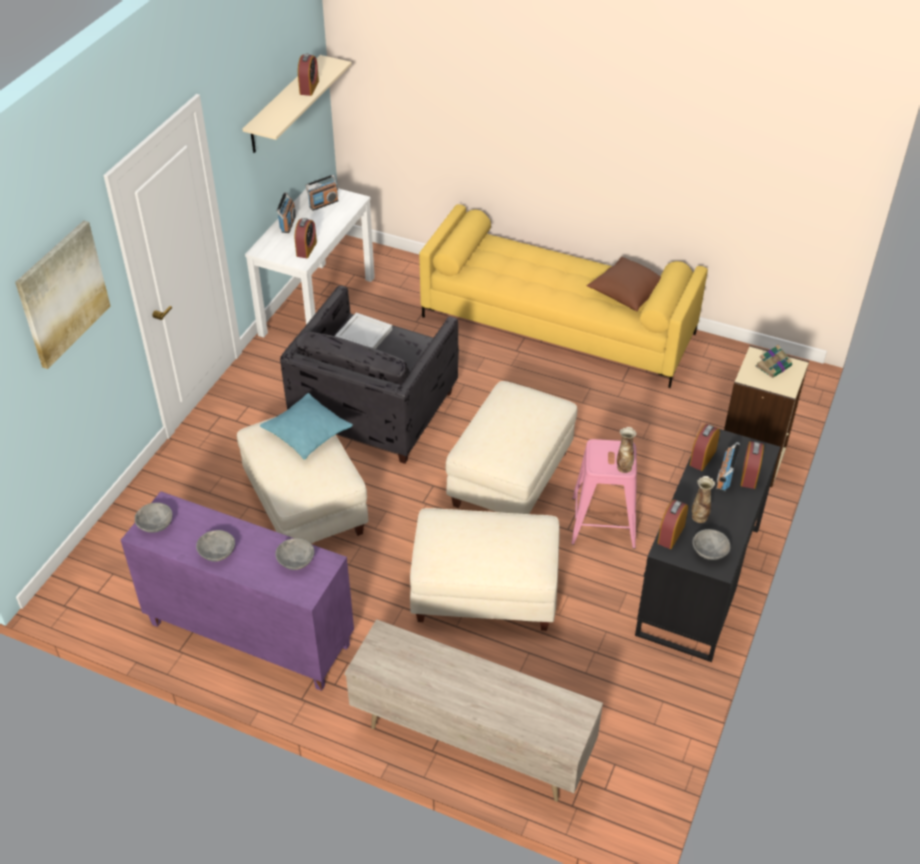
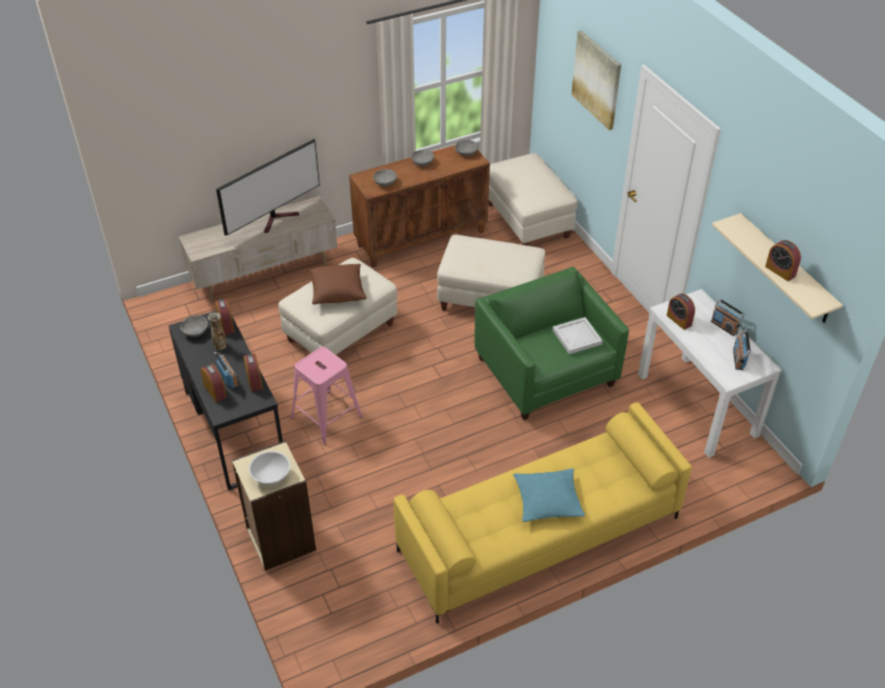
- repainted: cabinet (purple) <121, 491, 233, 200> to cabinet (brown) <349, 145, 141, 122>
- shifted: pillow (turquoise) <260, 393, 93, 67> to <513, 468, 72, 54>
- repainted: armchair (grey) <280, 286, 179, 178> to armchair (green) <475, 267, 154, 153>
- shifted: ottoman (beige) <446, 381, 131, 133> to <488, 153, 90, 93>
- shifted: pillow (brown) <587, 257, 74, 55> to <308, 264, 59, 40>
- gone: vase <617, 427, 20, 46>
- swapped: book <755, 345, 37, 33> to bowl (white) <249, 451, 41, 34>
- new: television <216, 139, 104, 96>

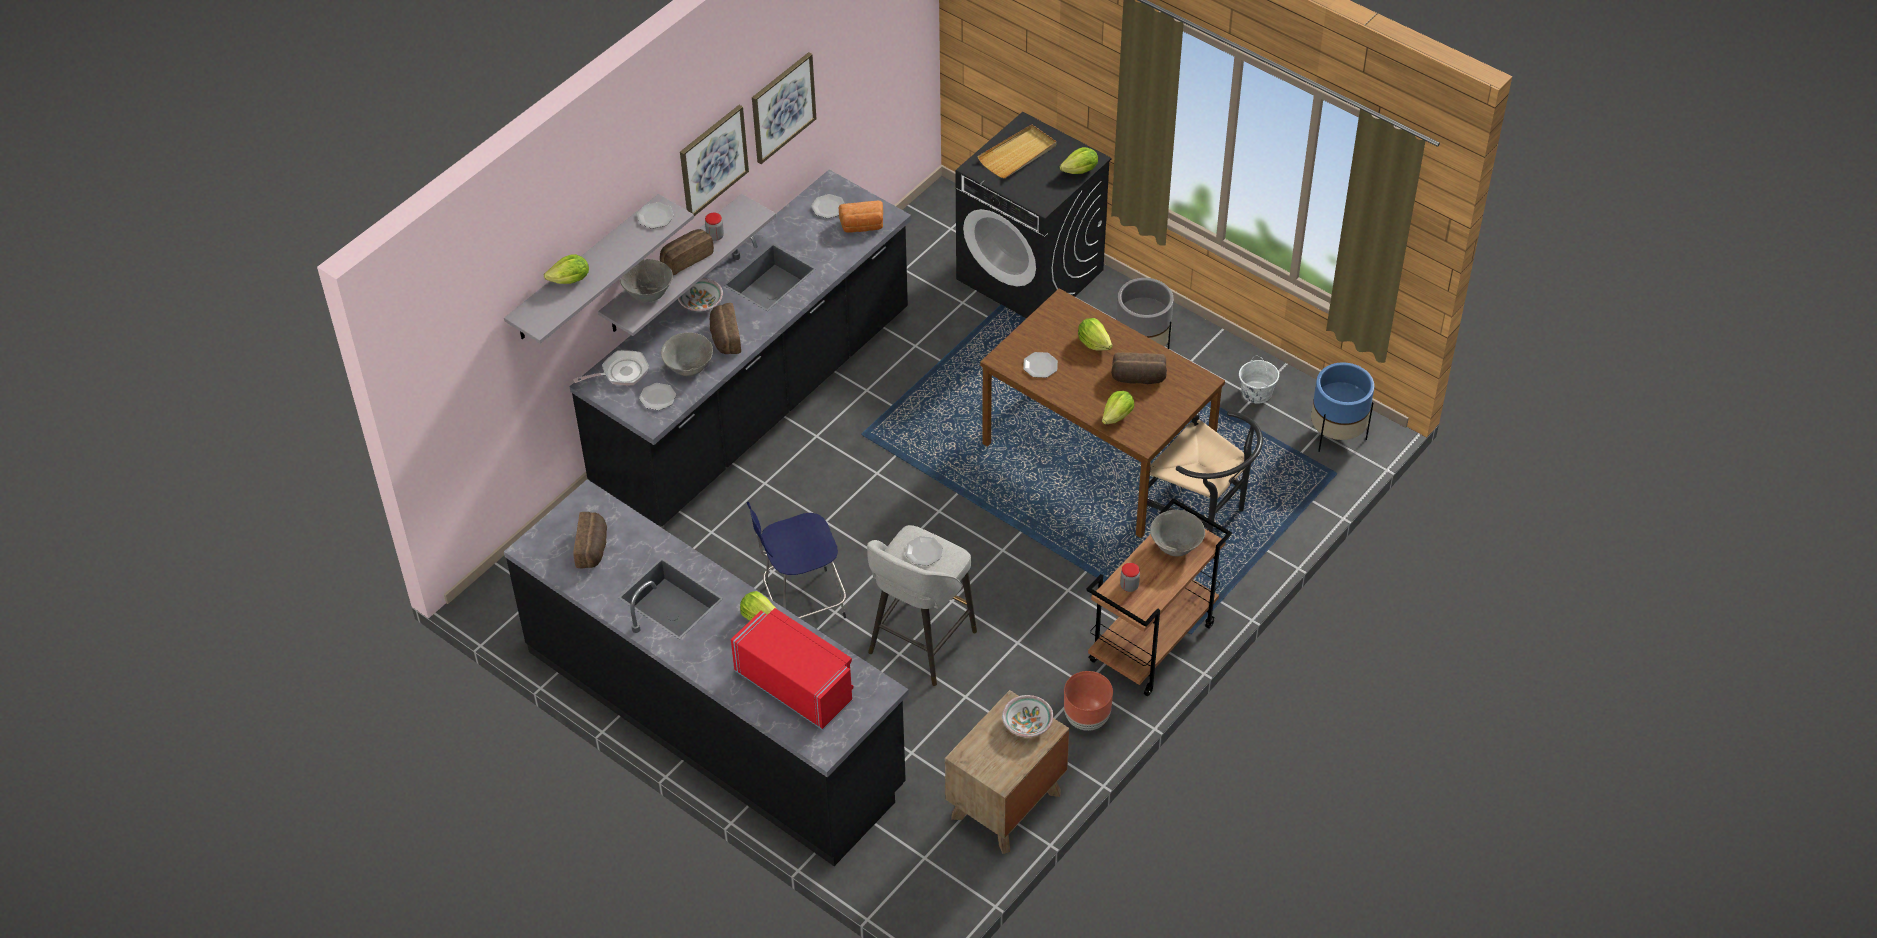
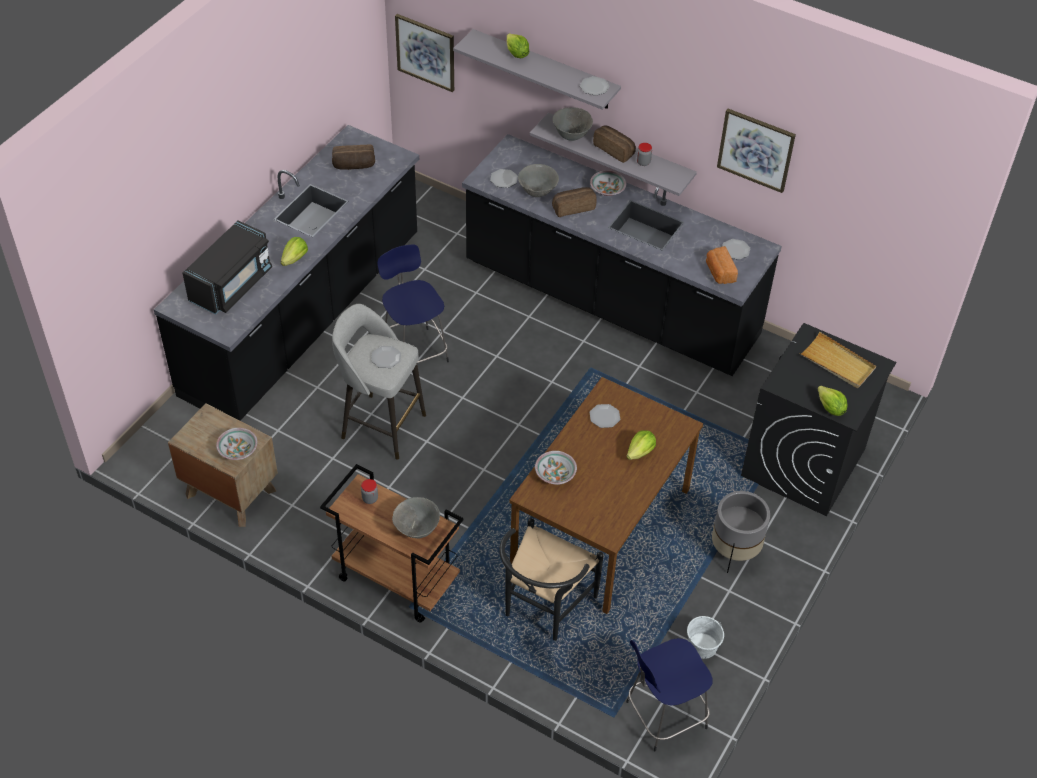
- gone: frying pan <573, 350, 76, 35>
- shifted: picture <680, 105, 69, 111> to <395, 14, 59, 78>
- repainted: microwave (red) <731, 608, 123, 122> to microwave (black) <183, 220, 89, 94>
- gone: planter (brown) <1064, 671, 49, 60>
- swapped: lettuce <1102, 391, 32, 33> to bowl <535, 451, 42, 34>
- gone: bread <1111, 352, 56, 32>
- swapped: planter (blue) <1311, 362, 63, 90> to stool (blue) <626, 638, 86, 113>

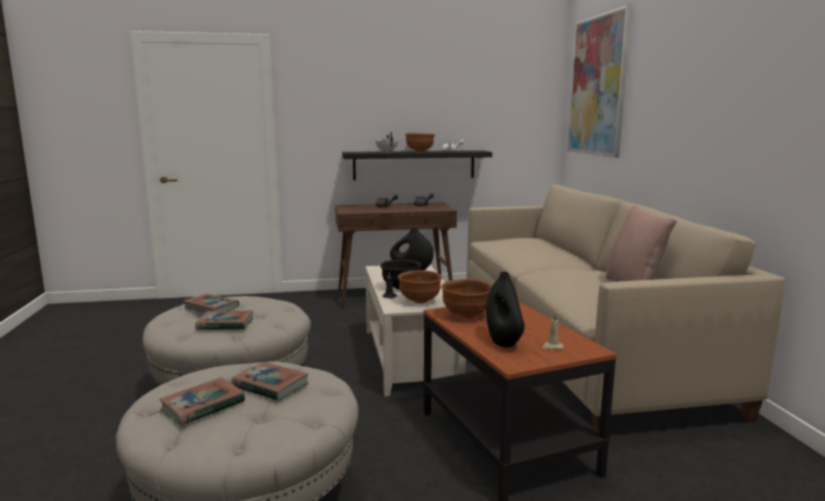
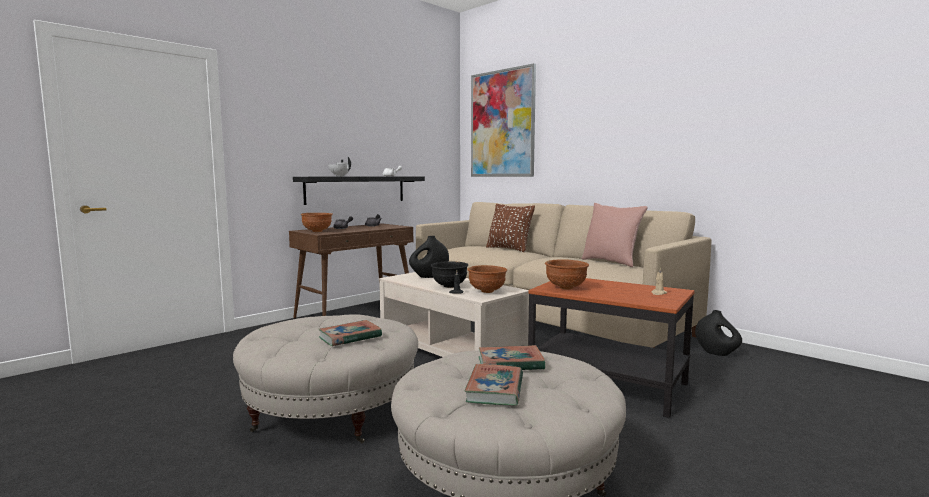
- gone: book <183, 294, 56, 19>
- shifted: bowl (brown) <405, 133, 30, 19> to <301, 213, 32, 19>
- shifted: vase (black) <486, 272, 39, 75> to <695, 310, 47, 46>
- new: pillow (brown) <486, 204, 49, 48>

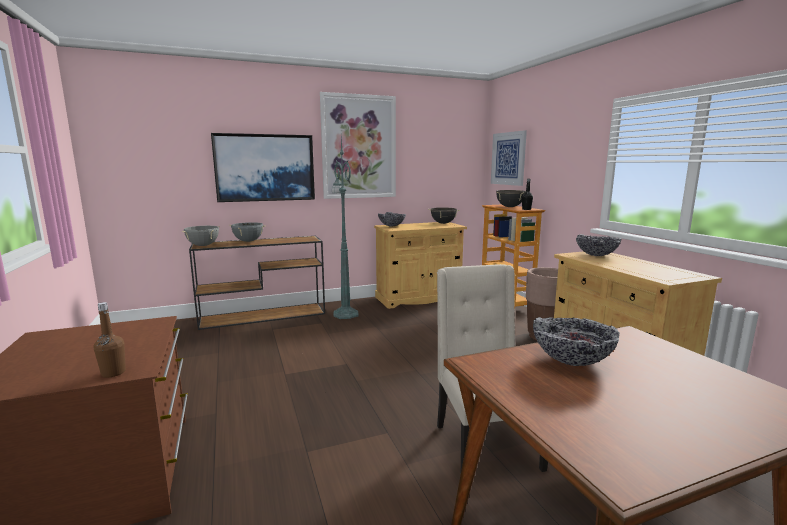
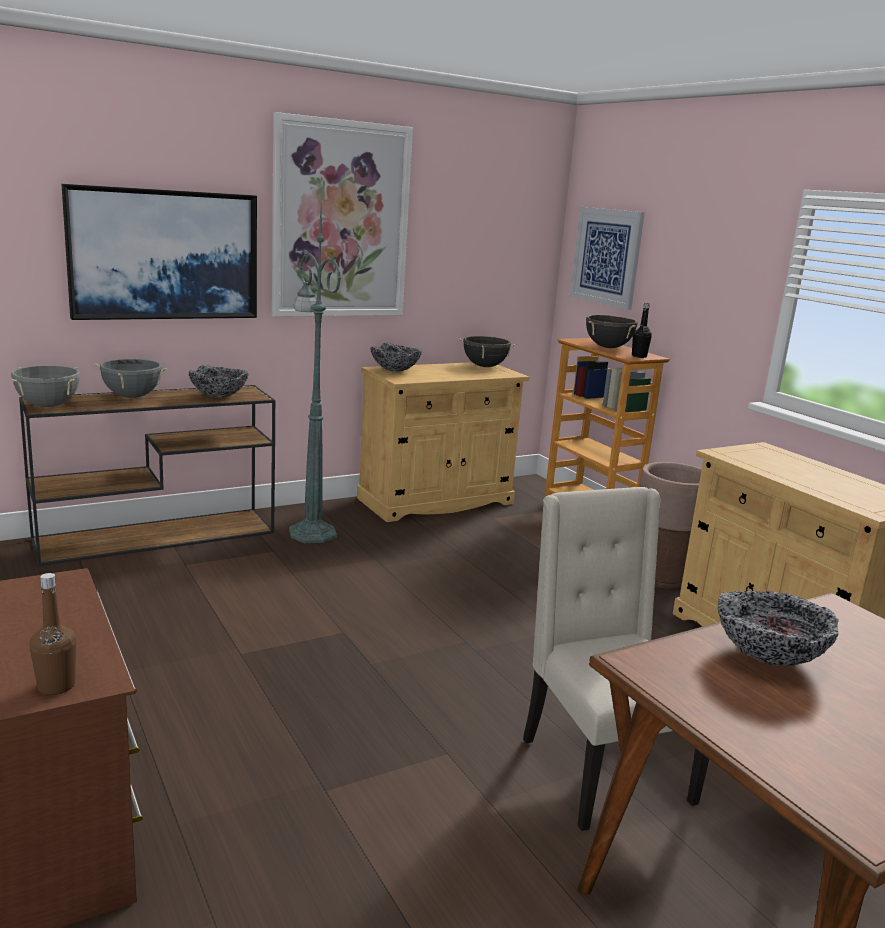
- shifted: bowl <576, 234, 45, 22> to <189, 365, 59, 33>

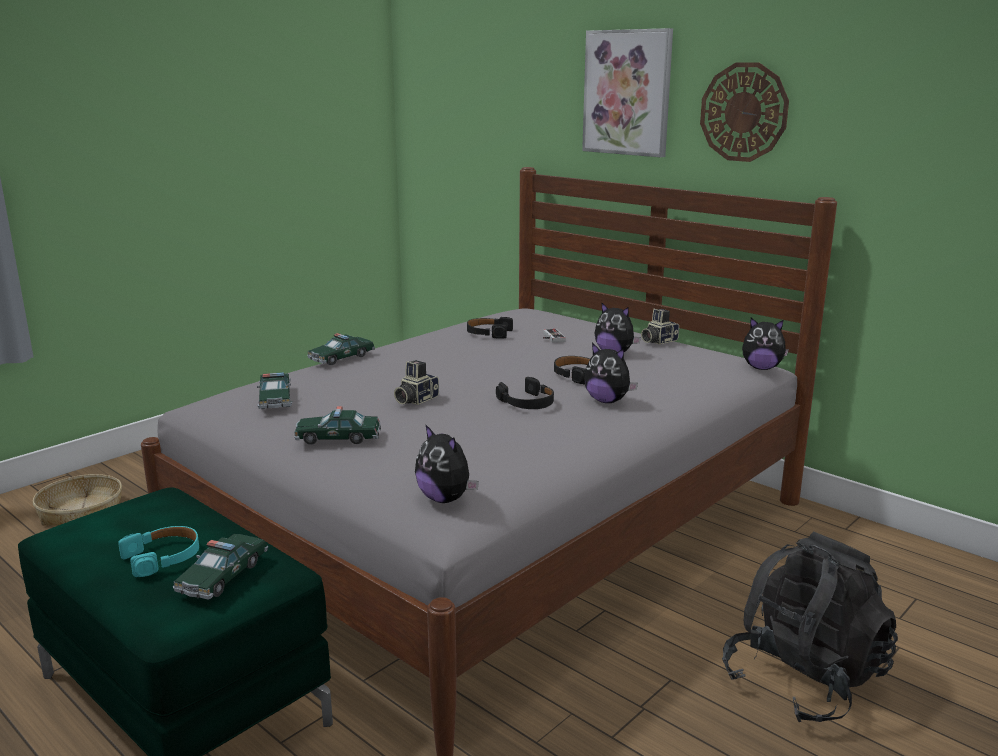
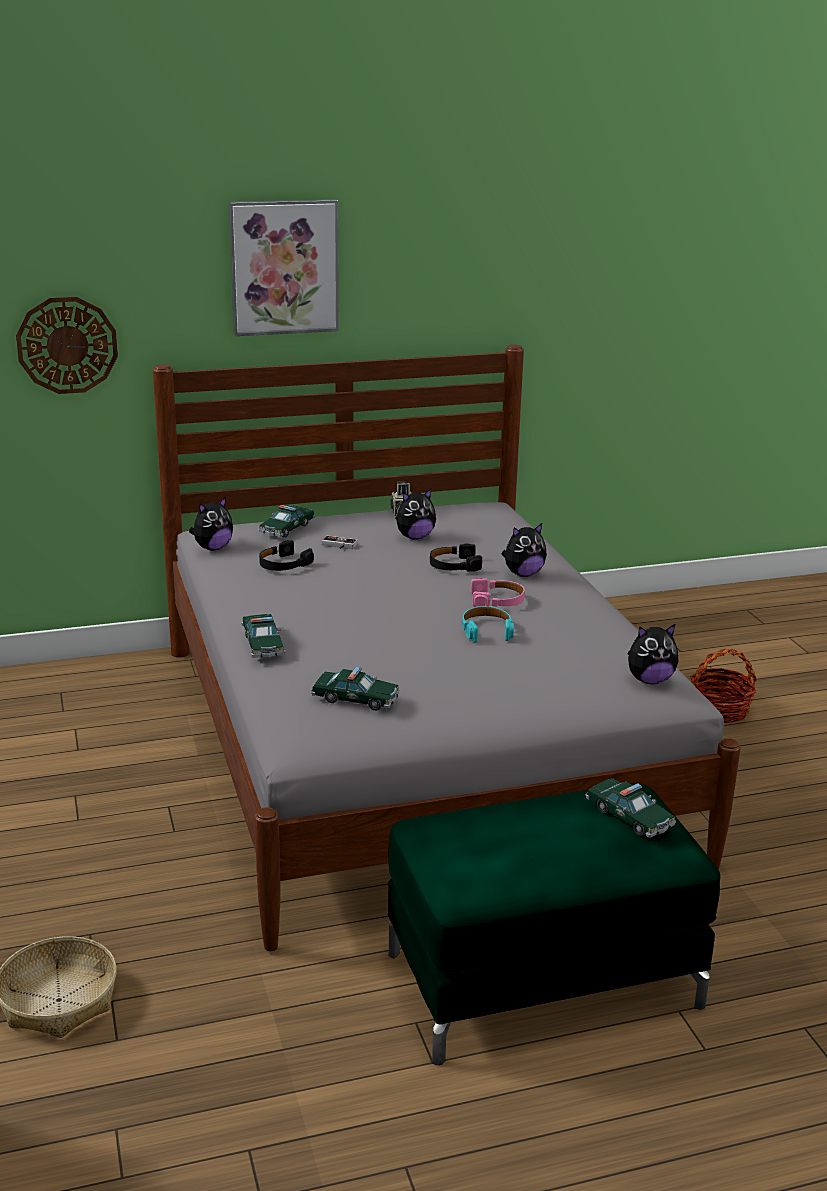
- shifted: headphones (turquoise) <118, 526, 81, 51> to <462, 606, 52, 36>
- shifted: toy car <294, 406, 87, 39> to <259, 505, 56, 33>
- gone: photo camera <394, 360, 45, 45>
- repainted: headphones (black) <496, 377, 58, 32> to headphones (pink) <471, 578, 54, 29>
- shifted: wall clock <700, 63, 89, 99> to <16, 297, 102, 97>
- swapped: backpack (black) <722, 531, 176, 191> to basket <690, 649, 67, 74>
- shifted: plush toy <742, 318, 47, 52> to <189, 497, 44, 53>

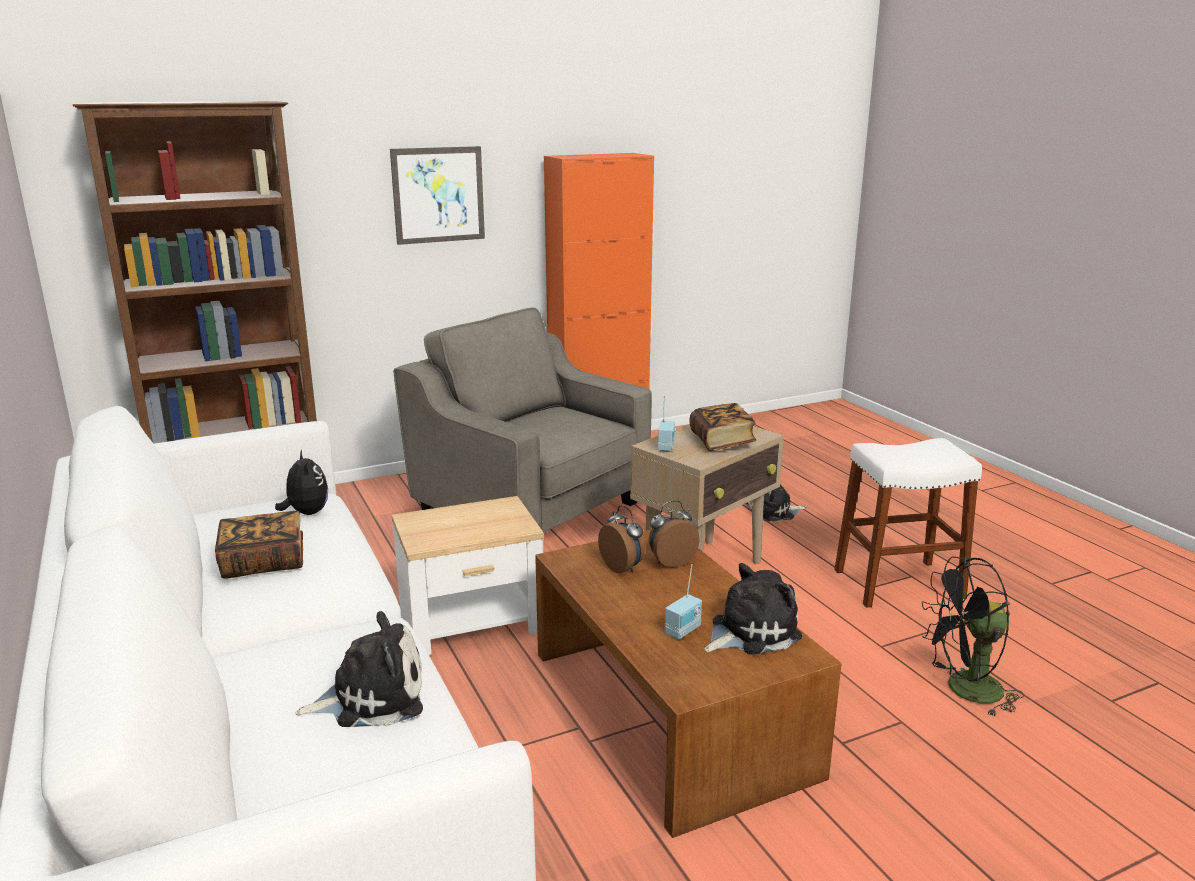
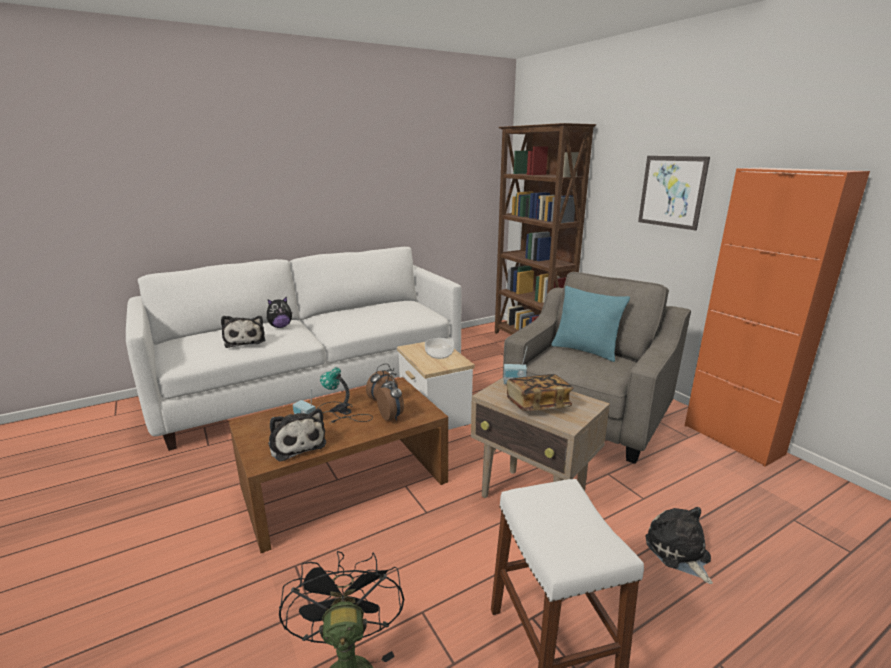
- gone: book <215, 511, 88, 68>
- shifted: plush toy <275, 450, 53, 65> to <267, 296, 25, 32>
- new: table lamp <317, 367, 56, 56>
- new: bowl <425, 338, 29, 21>
- new: pillow (turquoise) <551, 286, 79, 76>

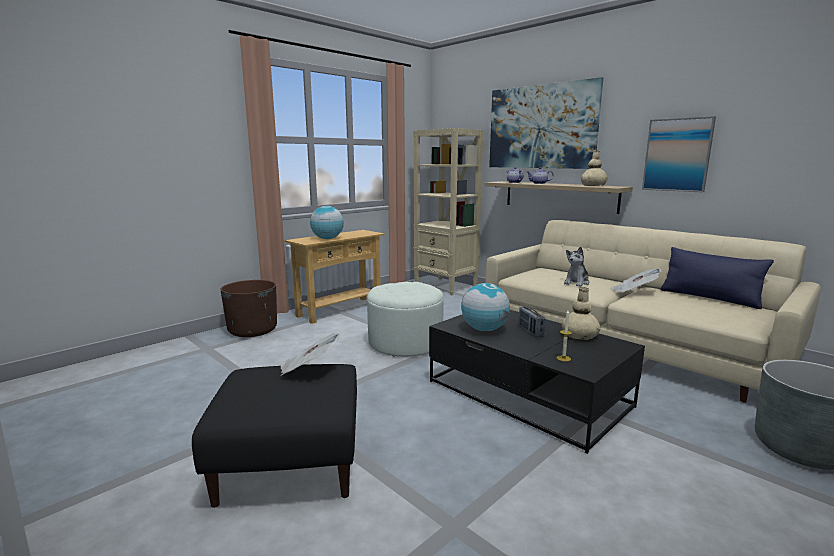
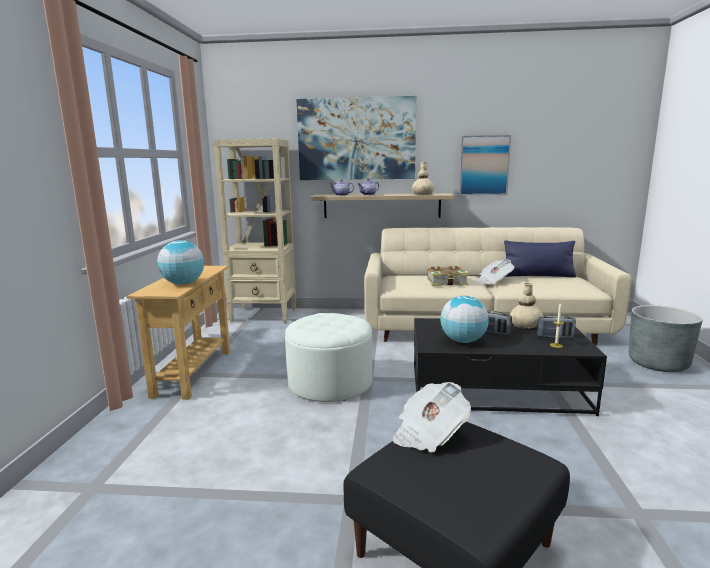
- gone: planter (brown) <220, 280, 57, 57>
- swapped: plush toy <564, 247, 25, 40> to book <427, 266, 42, 20>
- new: radio <537, 315, 39, 23>

